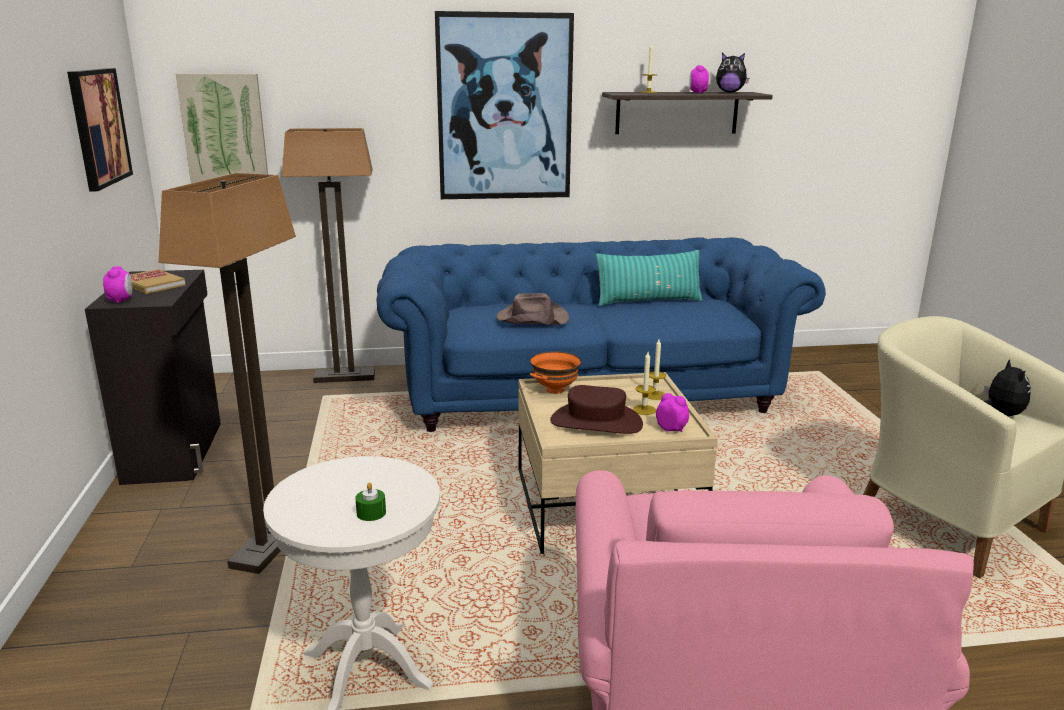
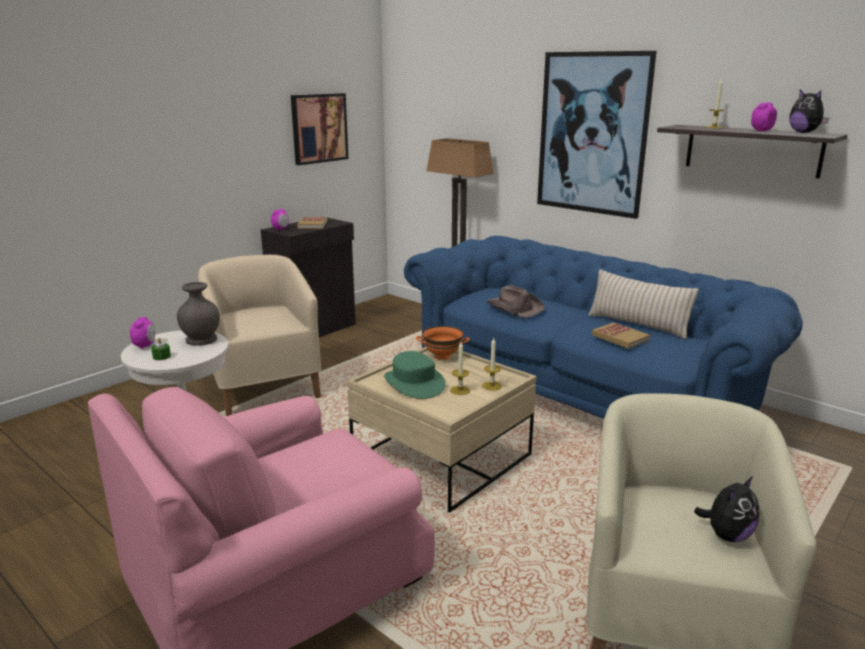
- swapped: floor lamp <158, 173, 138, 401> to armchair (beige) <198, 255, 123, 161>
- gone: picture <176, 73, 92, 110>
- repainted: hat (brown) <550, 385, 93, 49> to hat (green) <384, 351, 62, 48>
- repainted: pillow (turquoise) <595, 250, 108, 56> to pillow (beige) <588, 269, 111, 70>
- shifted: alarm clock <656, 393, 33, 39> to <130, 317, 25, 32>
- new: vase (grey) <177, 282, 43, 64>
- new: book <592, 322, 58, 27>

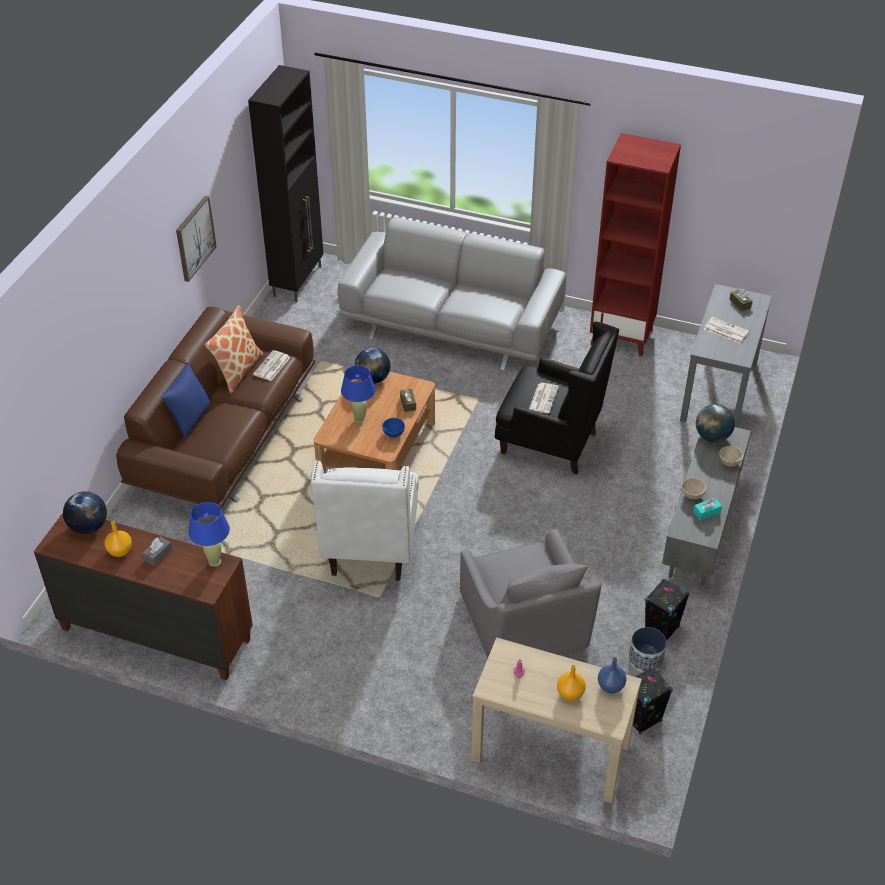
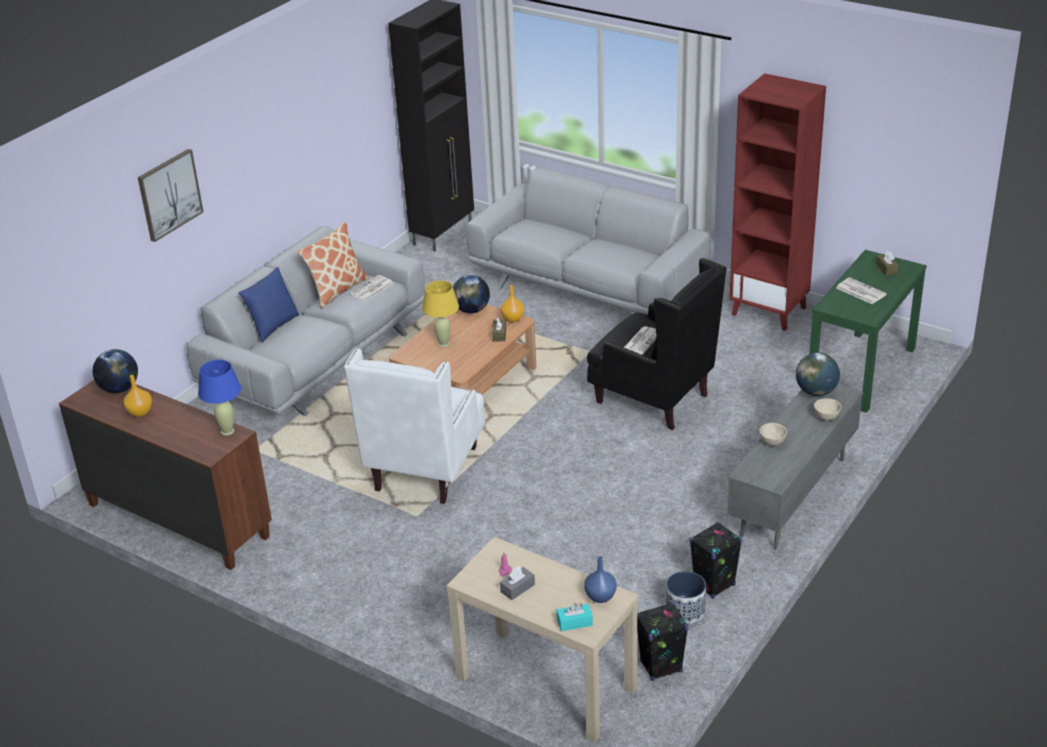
- repainted: sofa (brown) <116, 307, 199, 201> to sofa (grey) <186, 226, 239, 190>
- shifted: tissue box (grey) <143, 537, 29, 29> to <500, 566, 35, 34>
- shifted: picture <176, 196, 40, 86> to <138, 149, 66, 93>
- repainted: table lamp (blue) <341, 365, 35, 59> to table lamp (yellow) <422, 280, 37, 67>
- gone: bowl (blue) <382, 418, 23, 19>
- gone: armchair (grey) <460, 529, 142, 130>
- shifted: vase (orange) <557, 665, 29, 36> to <501, 285, 23, 37>
- repainted: console table (grey) <680, 284, 92, 144> to console table (green) <809, 250, 118, 163>
- shifted: tissue box (turquoise) <693, 498, 29, 23> to <557, 603, 36, 28>

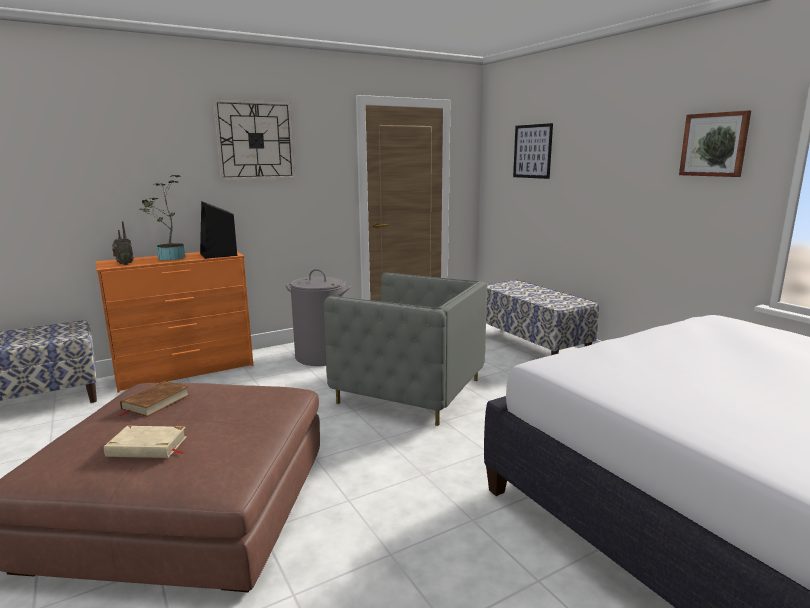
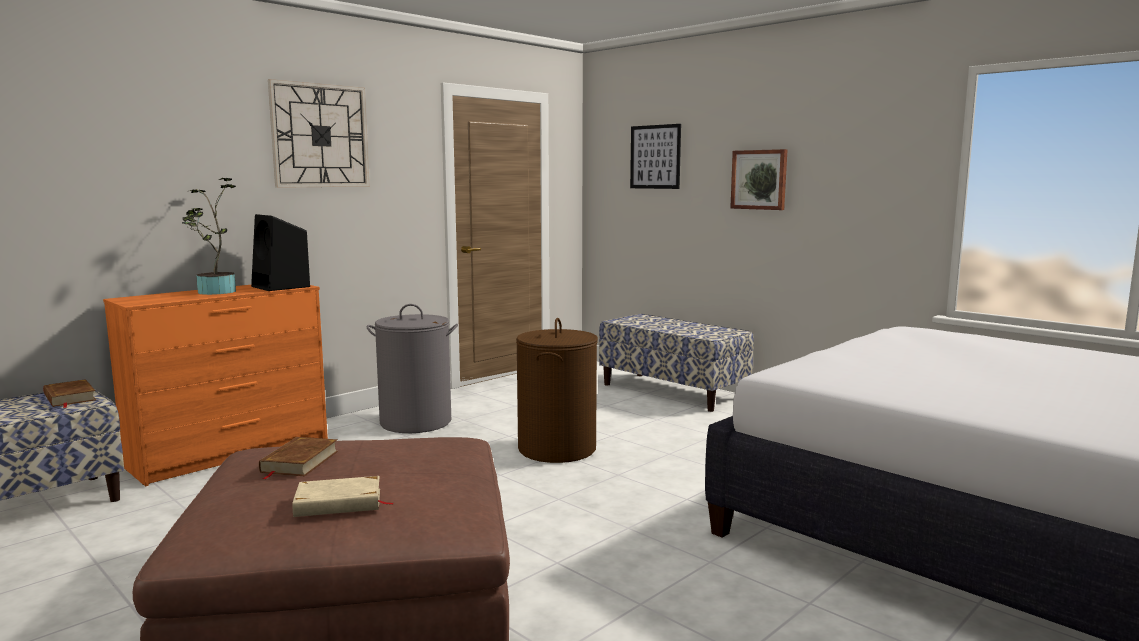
- gone: radio <112, 221, 22, 44>
- swapped: armchair (grey) <324, 273, 163, 153> to laundry basket (brown) <516, 318, 82, 145>
- shifted: picture <679, 110, 72, 67> to <730, 149, 58, 61>
- new: book (brown) <43, 379, 53, 29>

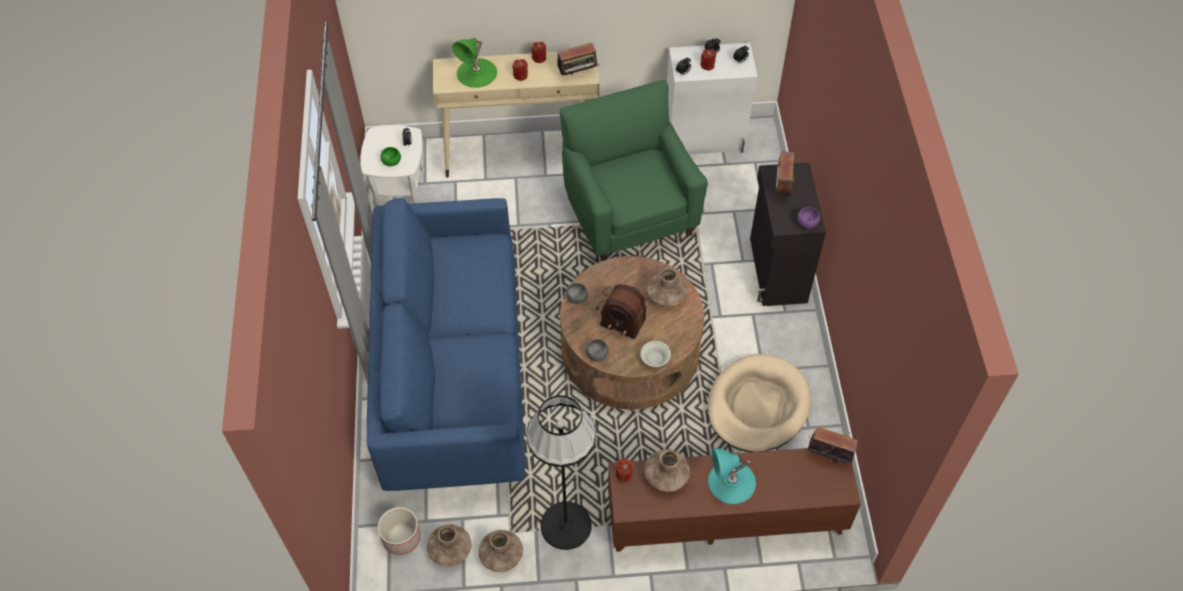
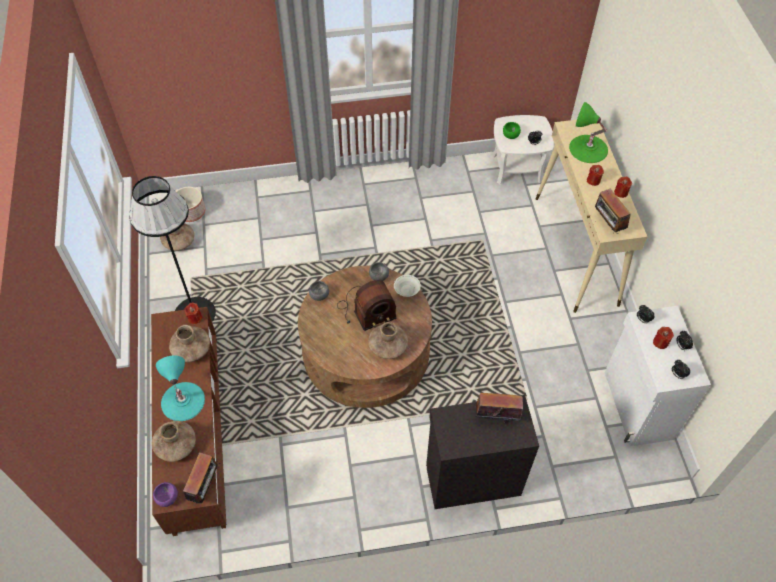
- gone: sofa (blue) <366, 198, 160, 293>
- shifted: vase (brown) <479, 530, 44, 42> to <152, 421, 44, 41>
- gone: armchair (green) <560, 80, 148, 181>
- rotated: radio <595, 284, 51, 55> = <337, 280, 60, 51> 135 degrees counterclockwise
- shifted: bowl (white) <640, 341, 31, 26> to <394, 275, 27, 22>
- gone: dog bed (beige) <708, 354, 103, 98>
- shifted: bowl (purple) <797, 207, 23, 22> to <153, 482, 25, 25>

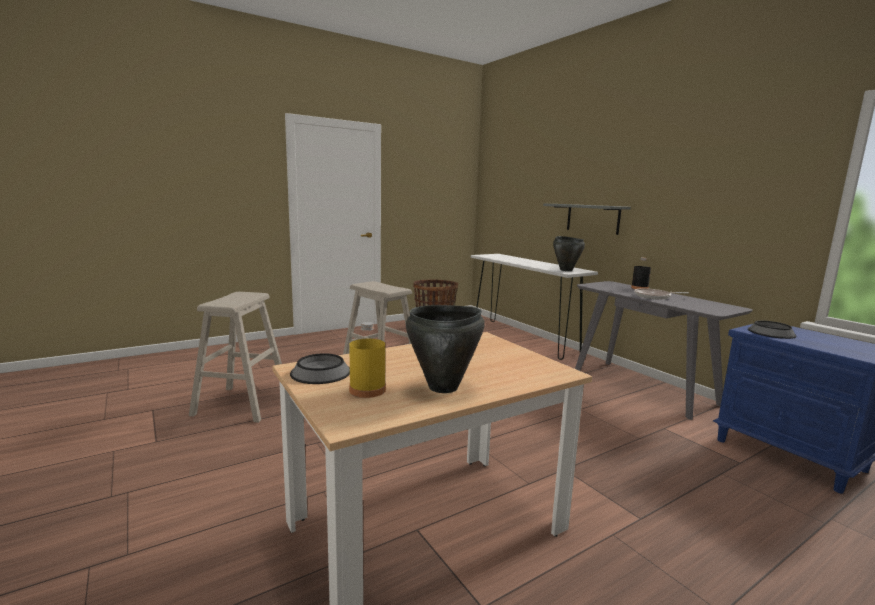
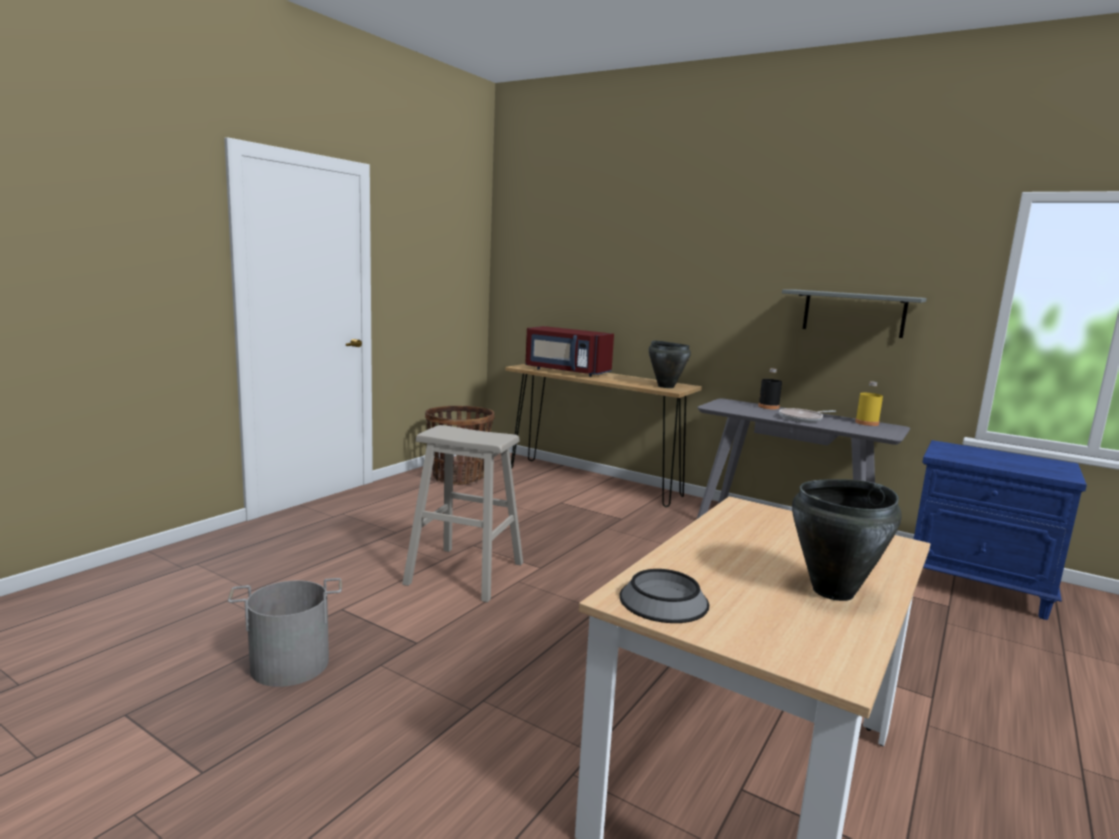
- swapped: stool (beige) <189, 292, 93, 131> to bucket (grey) <228, 578, 114, 109>
- shifted: bottle (yellow) <349, 322, 37, 76> to <855, 382, 28, 44>
- repainted: console table (white) <471, 254, 127, 106> to console table (brown) <505, 364, 197, 143>
- shifted: shelf (grey) <543, 204, 88, 31> to <782, 289, 145, 49>
- gone: bowl <748, 321, 49, 18>
- new: microwave (red) <525, 326, 89, 51>

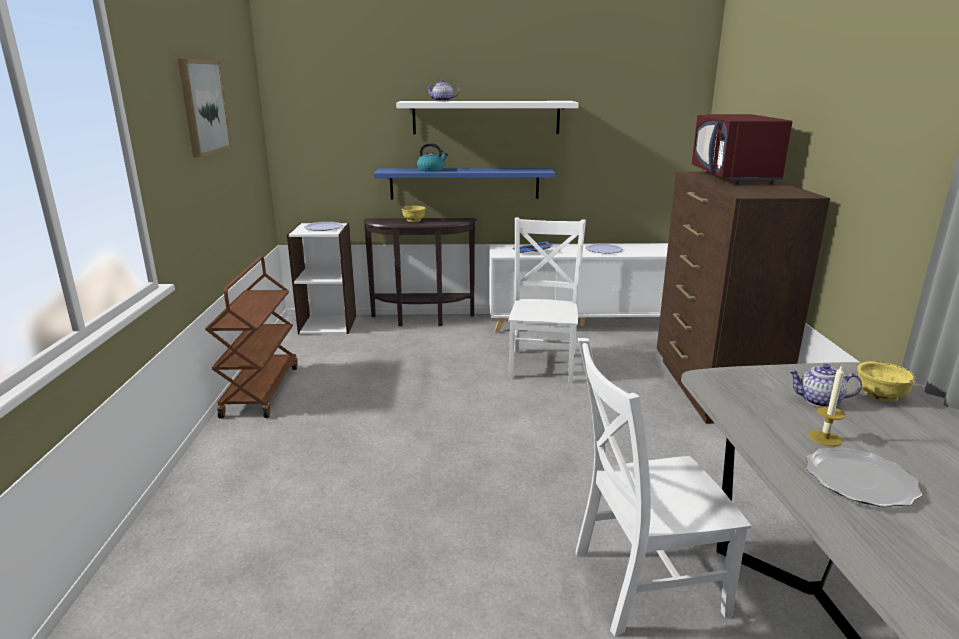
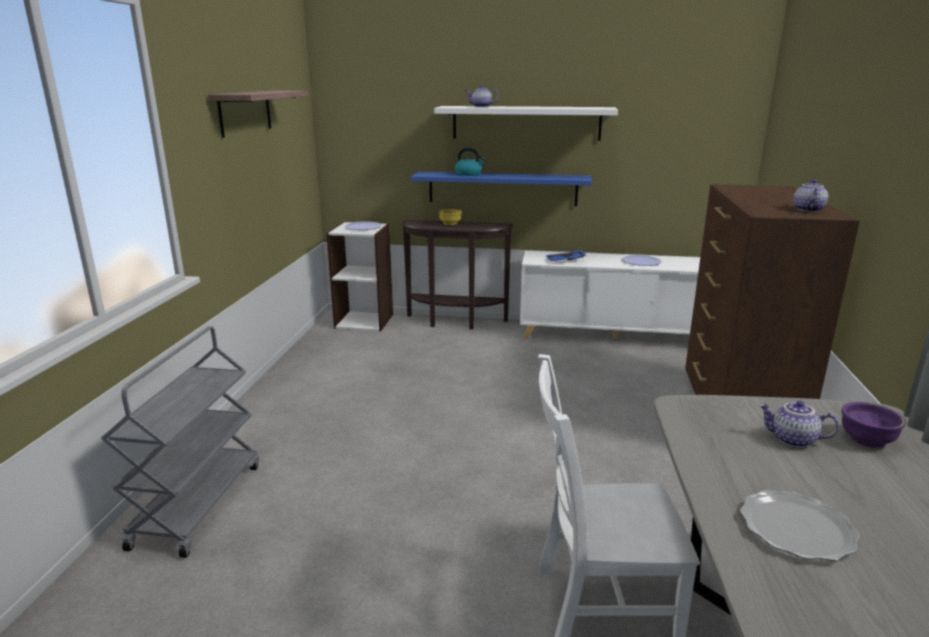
- swapped: picture <178, 59, 54, 98> to shelf <208, 91, 100, 47>
- gone: cart (brown) <205, 257, 93, 161>
- gone: chair (white) <508, 217, 78, 166>
- gone: microwave (red) <692, 114, 100, 71>
- gone: candle <808, 365, 38, 82>
- repainted: bowl (yellow) <857, 361, 60, 41> to bowl (purple) <841, 402, 65, 46>
- new: cart (grey) <101, 326, 158, 232>
- new: teapot <793, 179, 35, 33>

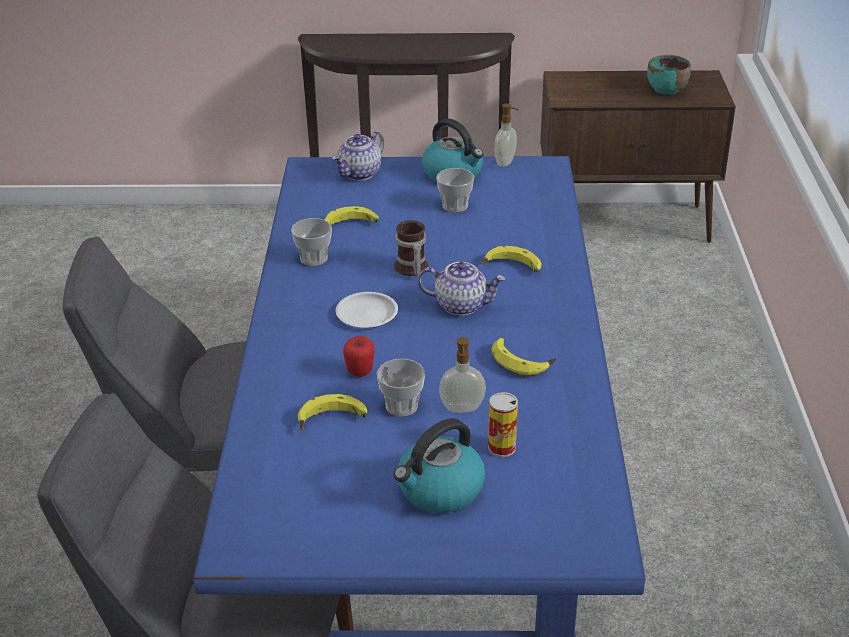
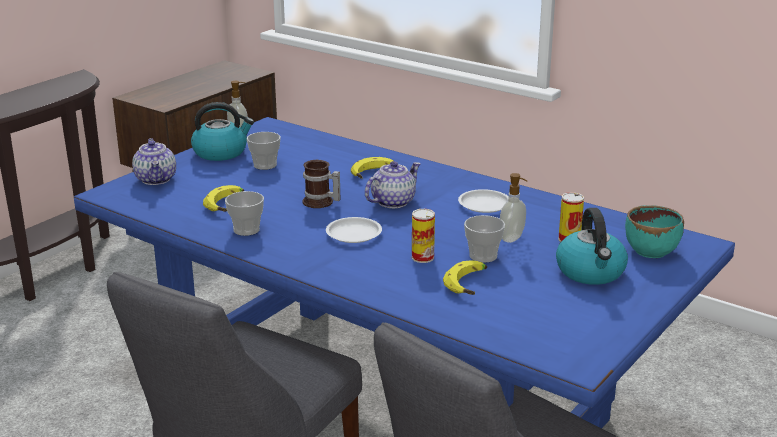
- swapped: apple <343, 336, 31, 41> to can <412, 209, 23, 54>
- swapped: banana <492, 338, 64, 38> to plate (white) <458, 189, 50, 24>
- shifted: bowl (turquoise) <647, 55, 44, 40> to <625, 205, 59, 53>

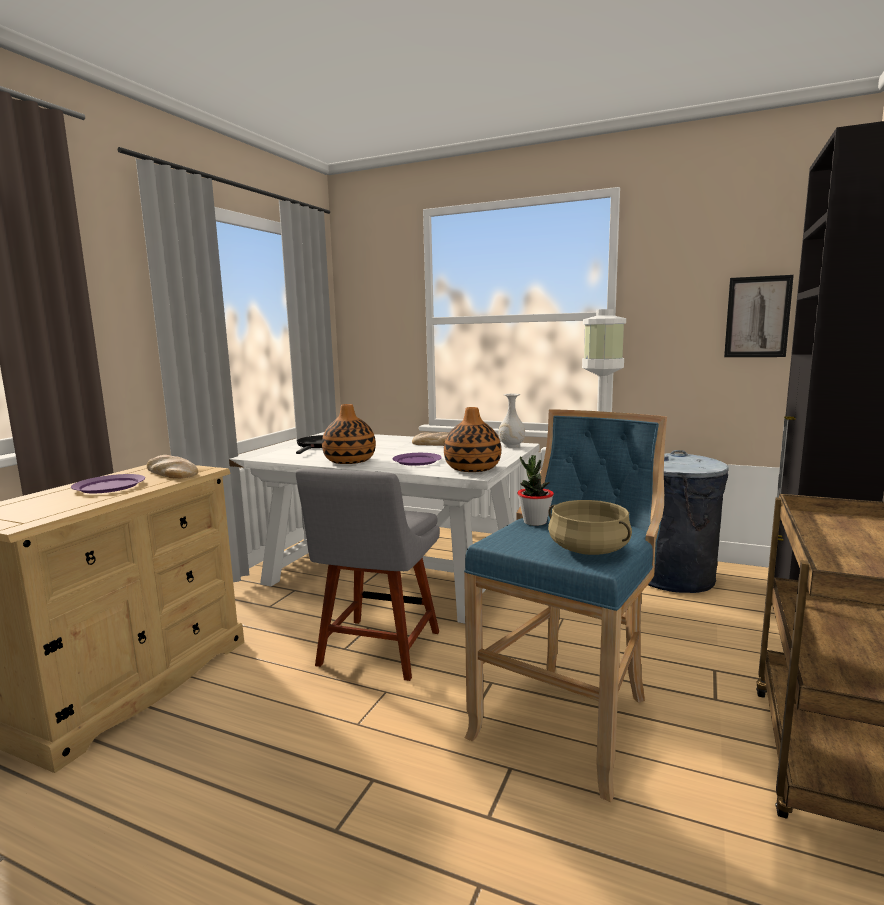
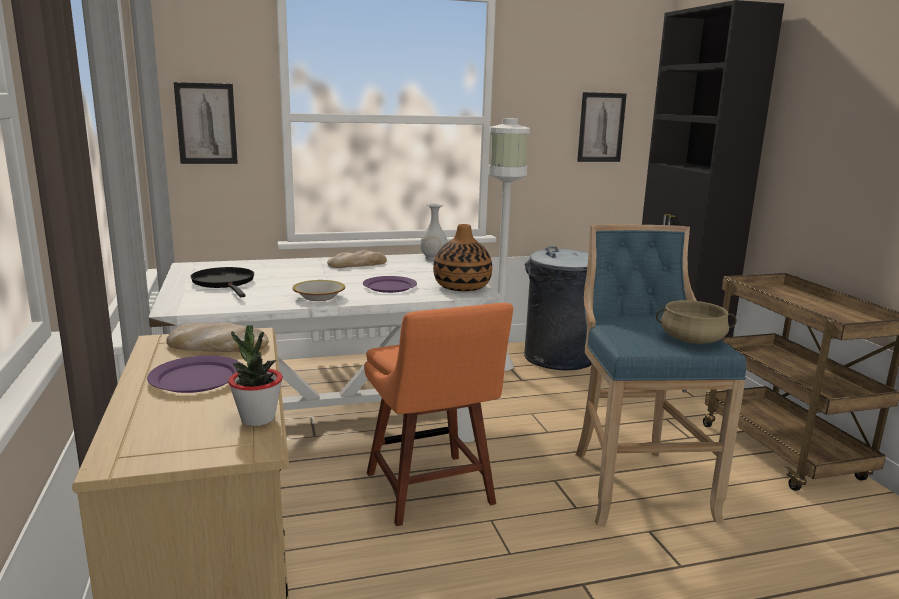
- repainted: chair (grey) <295, 468, 145, 213> to chair (orange) <364, 303, 149, 223>
- swapped: vase <322, 404, 54, 60> to bowl <292, 280, 53, 21>
- shifted: potted plant <517, 455, 37, 71> to <228, 325, 55, 101>
- new: picture <174, 82, 64, 82>

